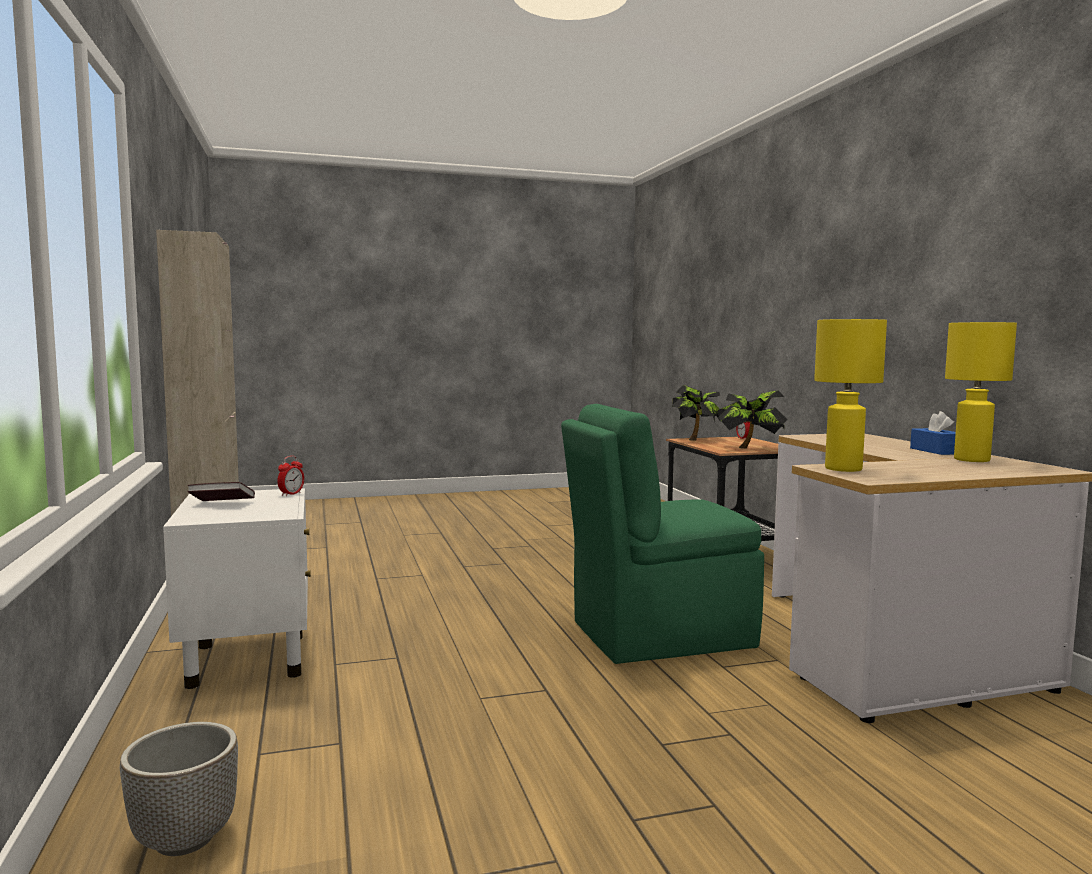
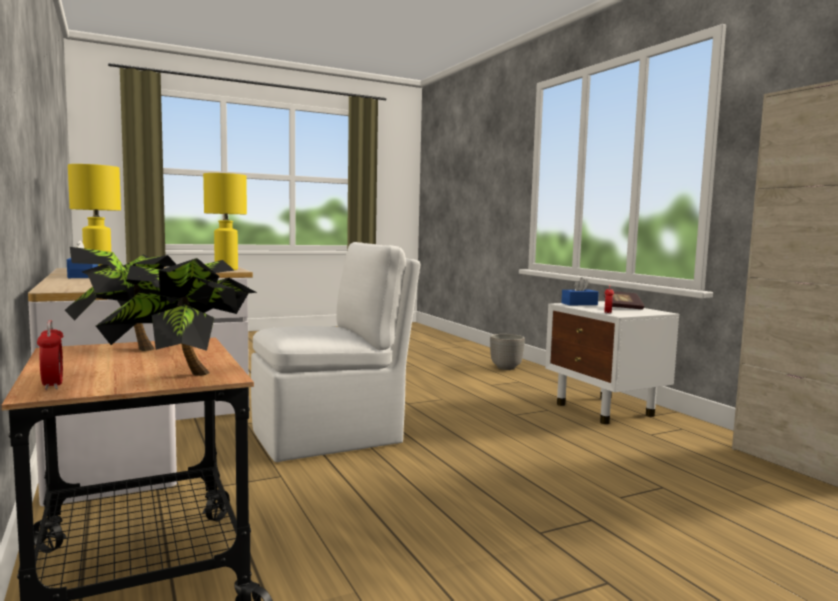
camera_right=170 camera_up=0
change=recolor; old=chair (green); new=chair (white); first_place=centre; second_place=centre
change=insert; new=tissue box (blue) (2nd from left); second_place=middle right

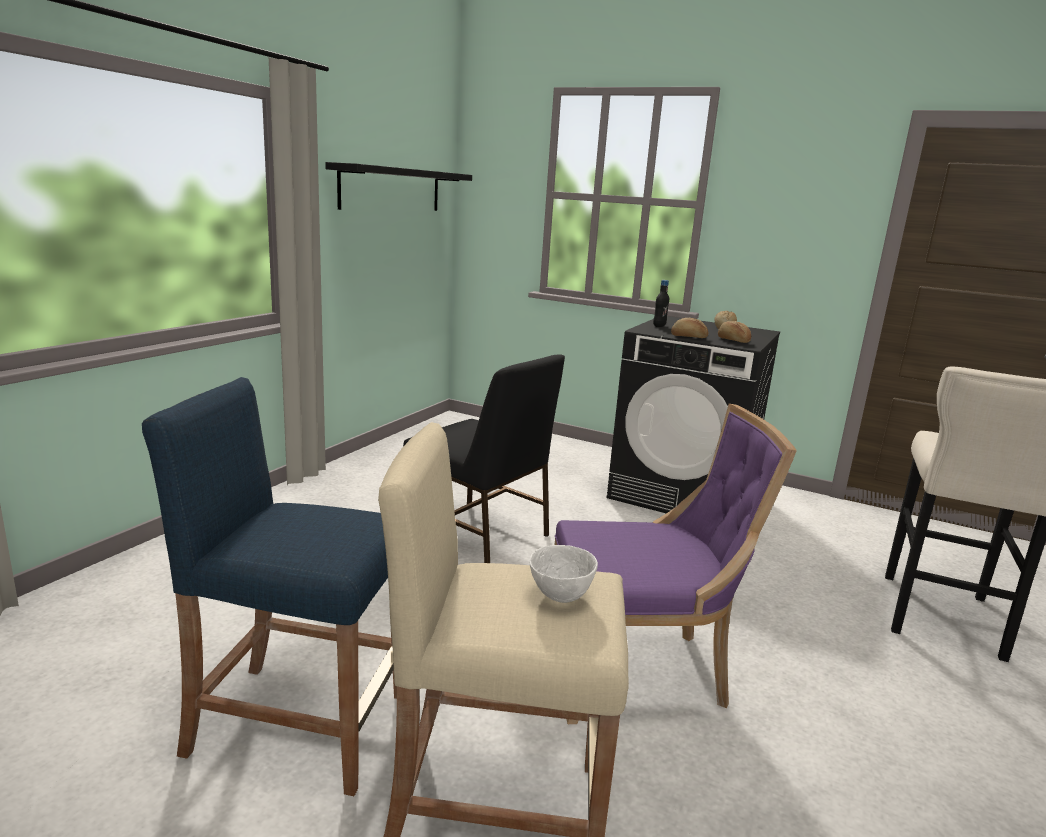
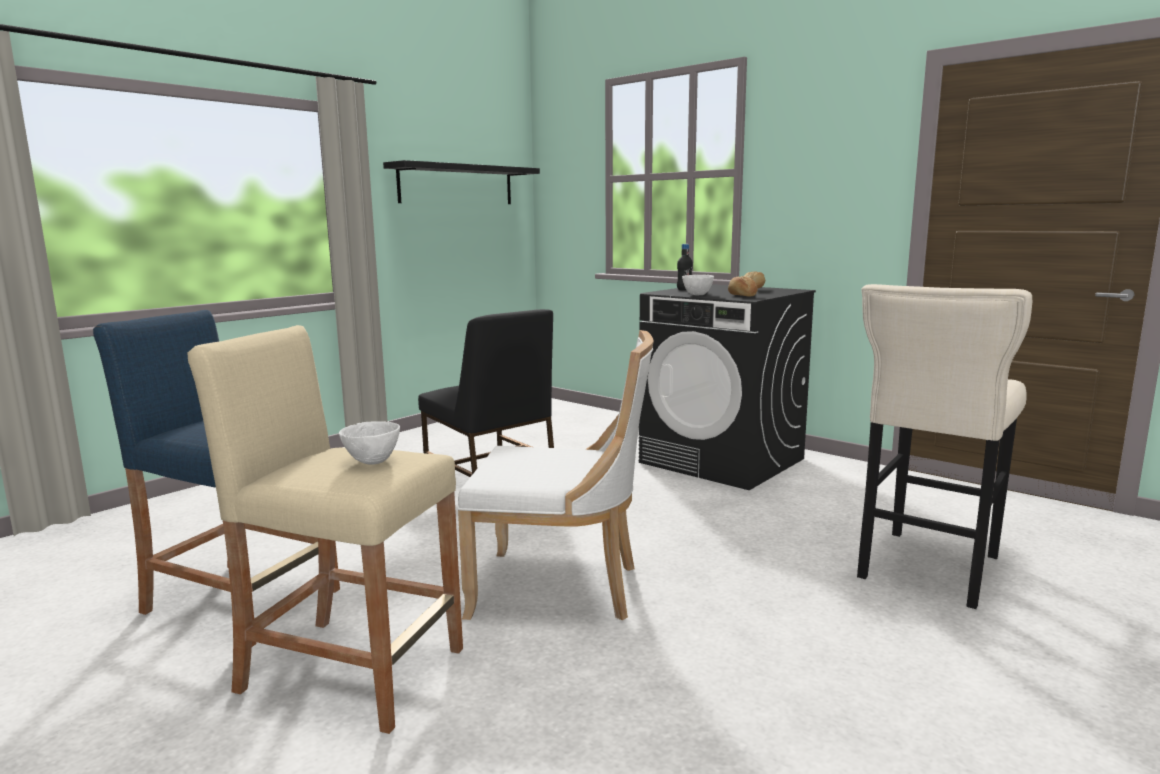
camera_right=15 camera_up=-5
change=replace; old=bread (1st from left); new=bowl (white) (2nd from left); first_place=centre; second_place=centre
change=recolor; old=chair (purple); new=chair (white); first_place=bottom centre; second_place=centre

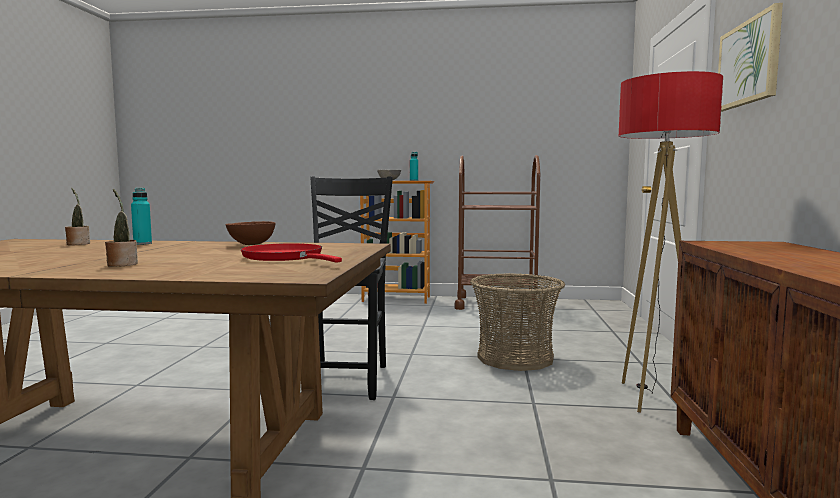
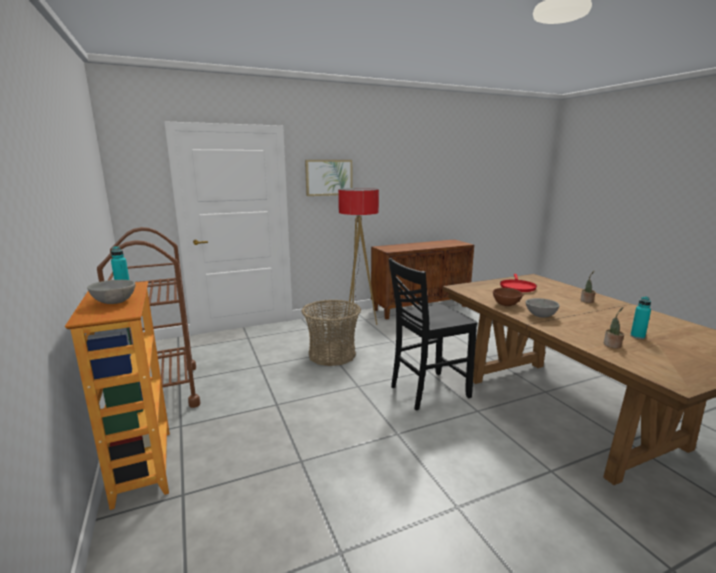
camera_right=-120 camera_up=10
change=move; old=bottle (turquoise) (1st from left in the first image); new=bottle (turquoise) (2nd from left); first_place=middle left; second_place=middle right
change=insert; new=bowl (grey) (2nd from left); second_place=middle right

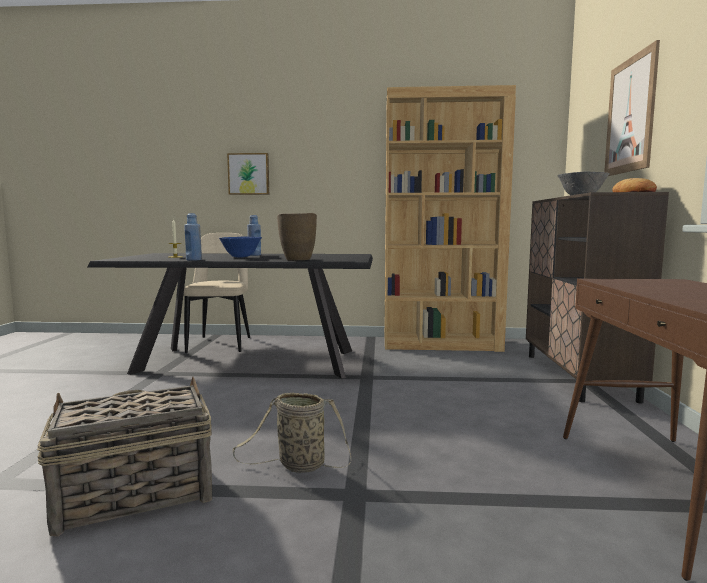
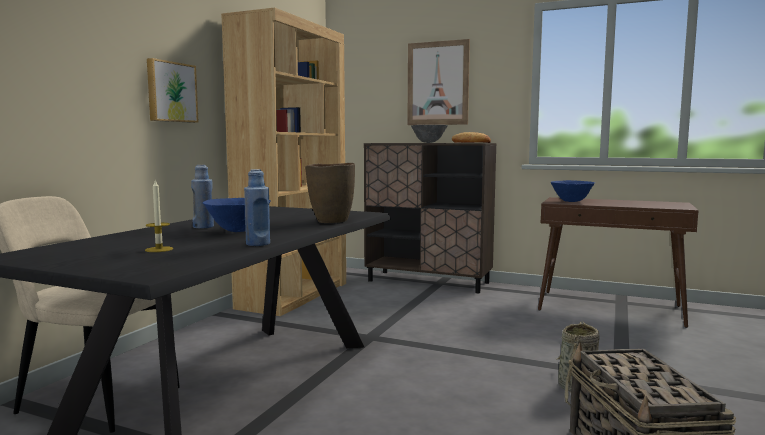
camera_right=-70 camera_up=0
change=move; old=picture (1st from left); first_place=top centre; second_place=top left
change=insert; new=bowl (blue) (2nd from left); second_place=middle right

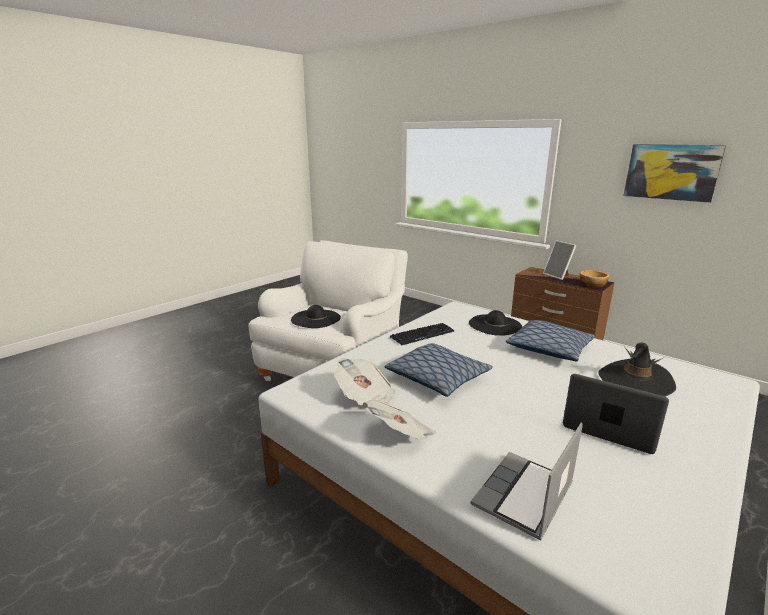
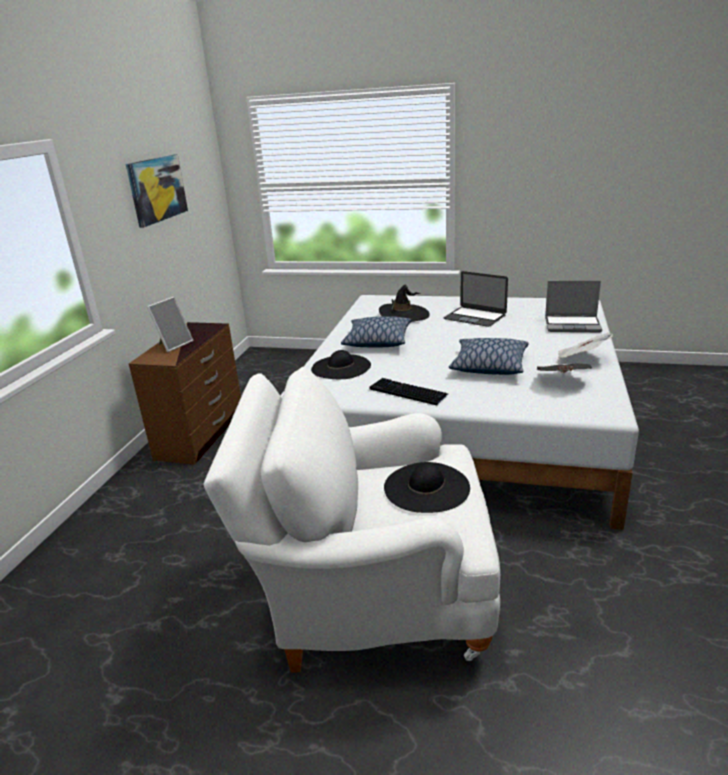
camera_right=-115 camera_up=5
change=delete; old=bowl; first_place=middle right
change=rotate; old=laptop (2nd from left in the first image); first_place=bottom right; second_place=centre; degrees=-60

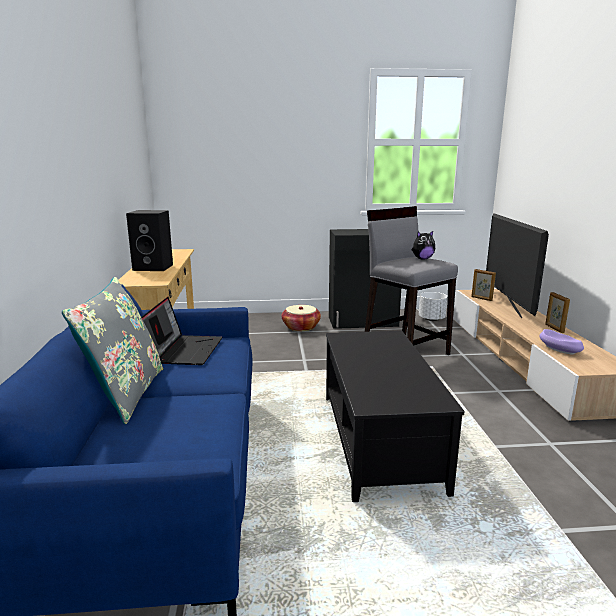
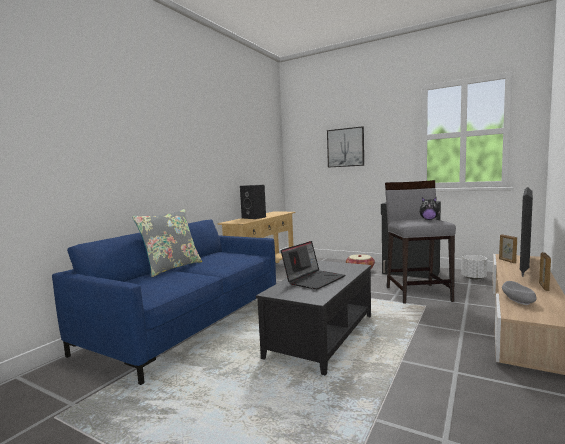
camera_right=35 camera_up=-10
change=move; old=laptop; first_place=middle left; second_place=centre
change=recolor; old=bowl (purple); new=bowl (grey); first_place=middle right; second_place=middle right
change=insert; new=picture; second_place=top centre

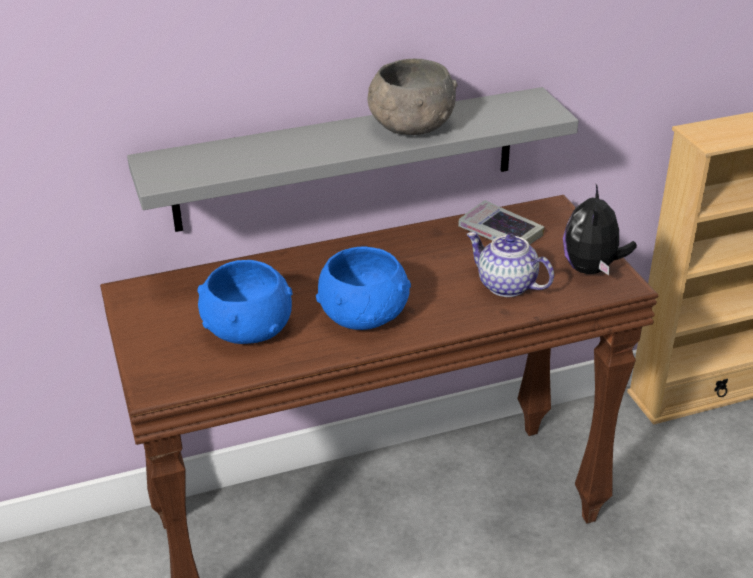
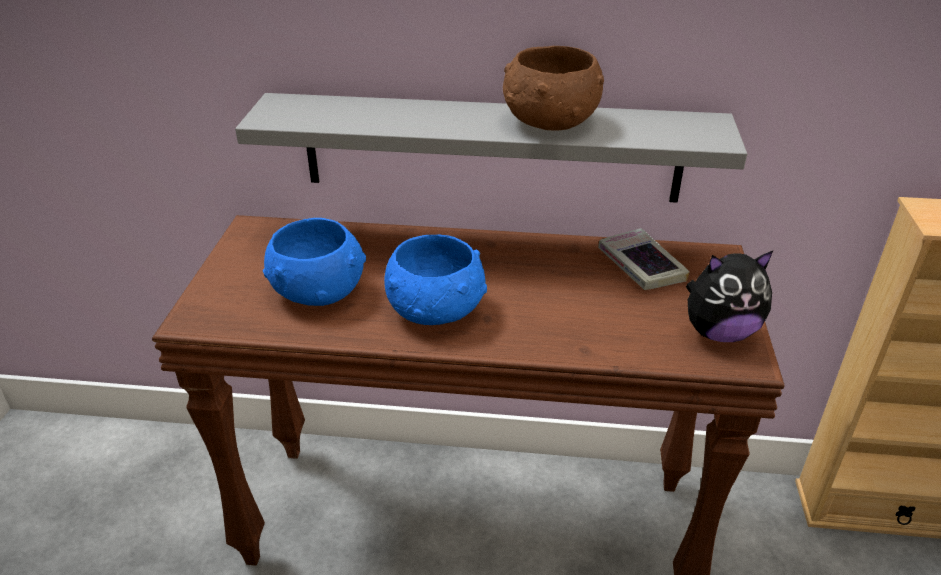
camera_right=25 camera_up=0
change=recolor; old=bowl (grey); new=bowl (brown); first_place=top centre; second_place=top centre
change=rotate; old=plush toy; first_place=middle right; second_place=middle right; degrees=-135
change=delete; old=teapot; first_place=middle right

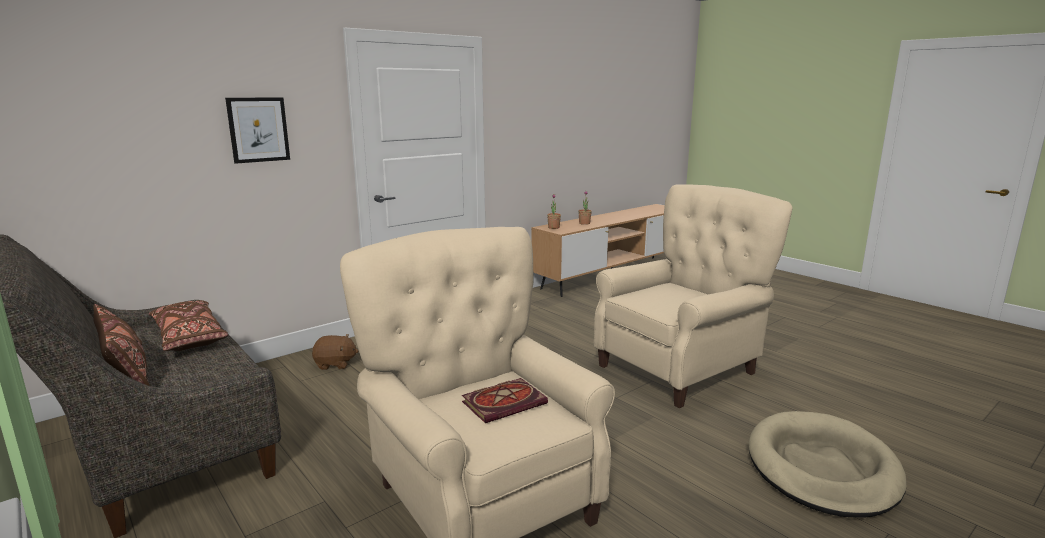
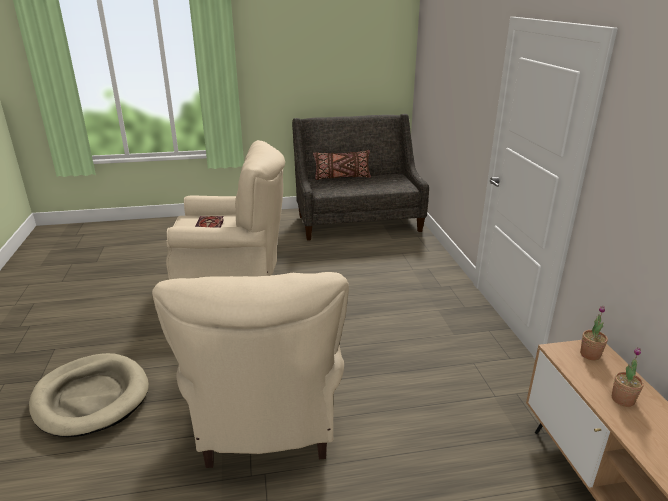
camera_right=120 camera_up=10
change=delete; old=picture; first_place=top left
change=delete; old=pillow (brown) (2nd from left); first_place=middle left
change=delete; old=plush toy (brown); first_place=middle left

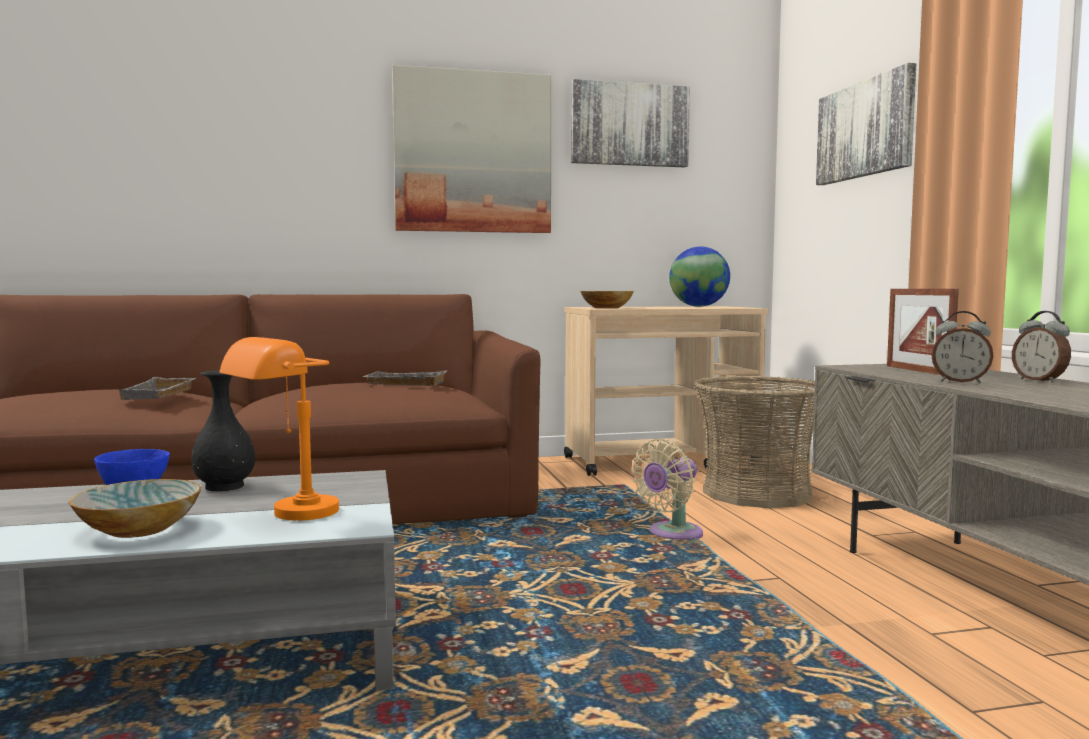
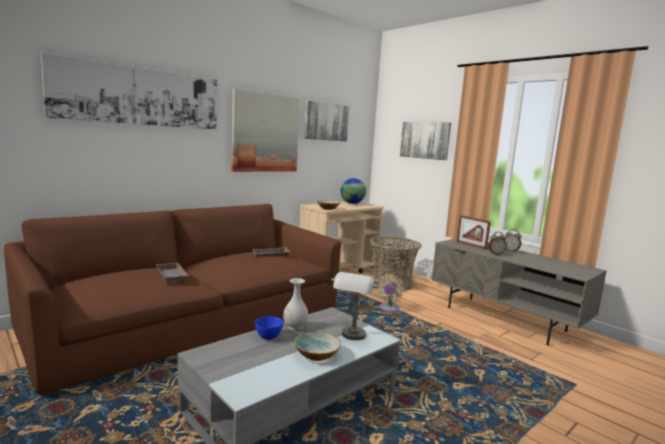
camera_right=-30 camera_up=5
change=recolor; old=table lamp (orange); new=table lamp (grey); first_place=middle left; second_place=bottom centre
change=recolor; old=vase (black); new=vase (white); first_place=middle left; second_place=bottom centre
change=insert; new=picture (1st from left); second_place=top left

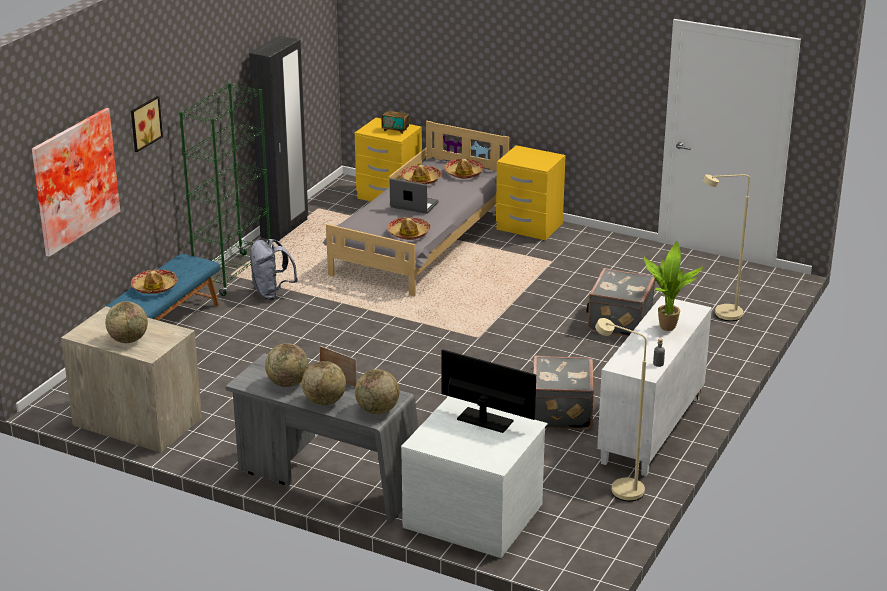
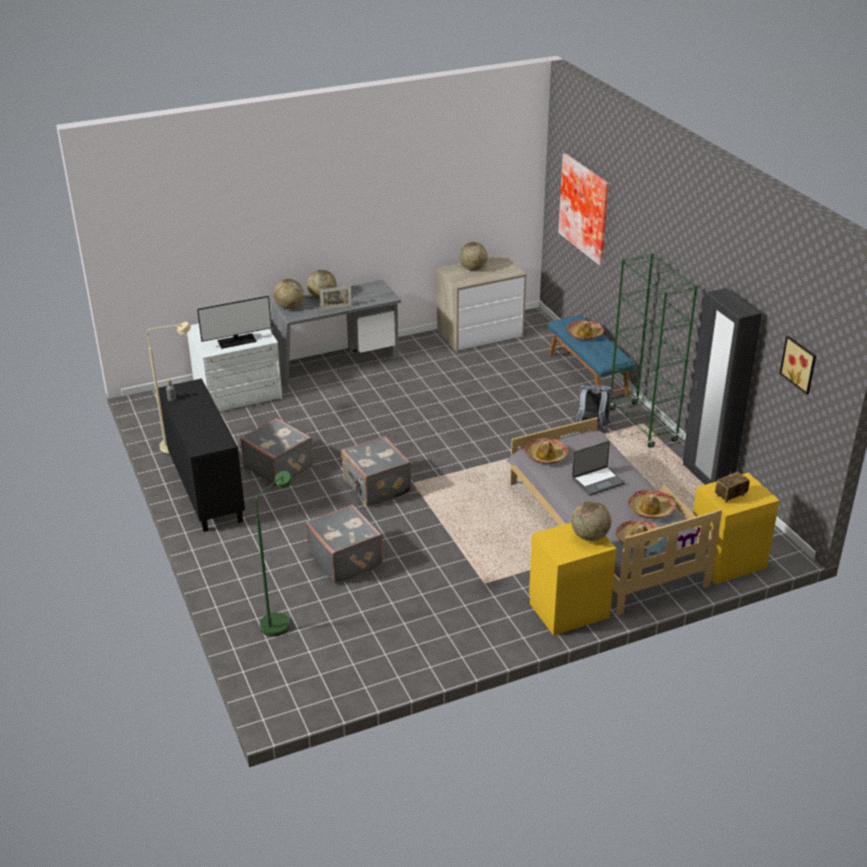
camera_right=130 camera_up=5
change=move; old=picture (2nd from left); first_place=top left; second_place=middle right
change=recolor; old=floor lamp (beige) (2nd from left); new=floor lamp (green); first_place=middle right; second_place=middle left
change=delete; old=potted plant; first_place=middle right
change=recolor; old=cabinet (white); new=cabinet (black); first_place=middle right; second_place=middle left
change=move; old=globe (2nd from left in the first image); new=globe (4th from left); first_place=middle left; second_place=middle right
change=insert; new=suitcase (grey) (3rd from left); second_place=centre

